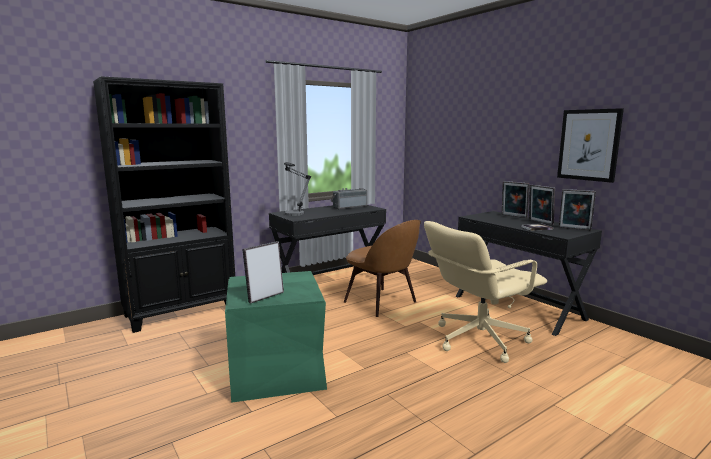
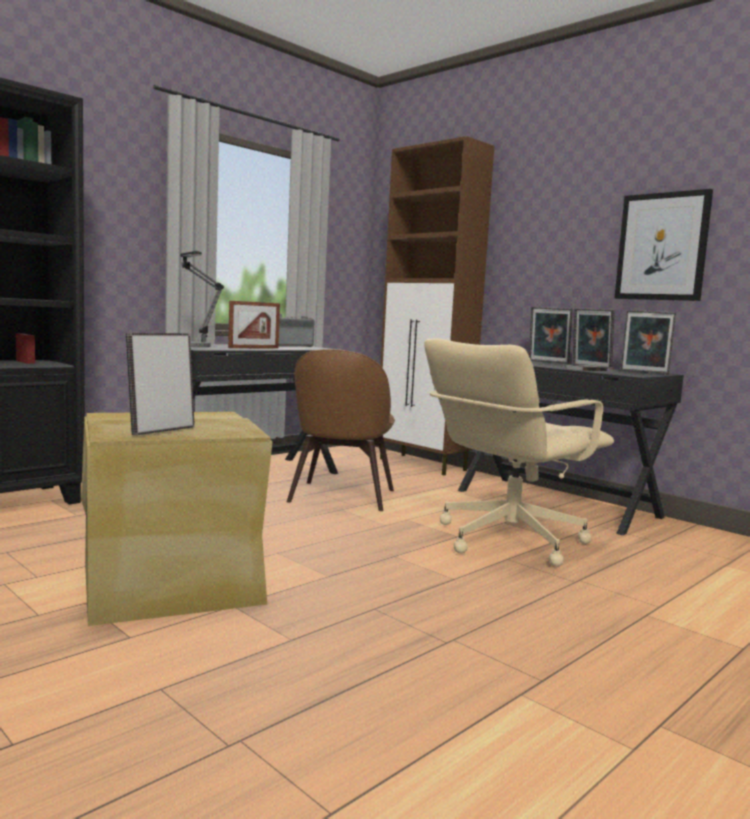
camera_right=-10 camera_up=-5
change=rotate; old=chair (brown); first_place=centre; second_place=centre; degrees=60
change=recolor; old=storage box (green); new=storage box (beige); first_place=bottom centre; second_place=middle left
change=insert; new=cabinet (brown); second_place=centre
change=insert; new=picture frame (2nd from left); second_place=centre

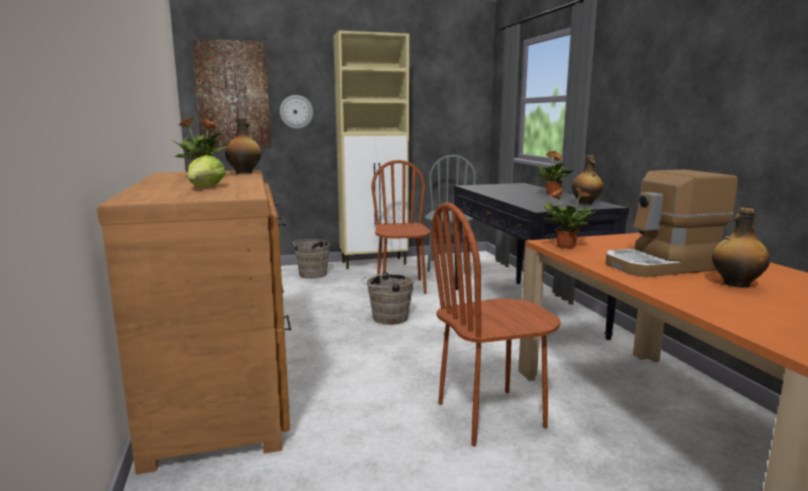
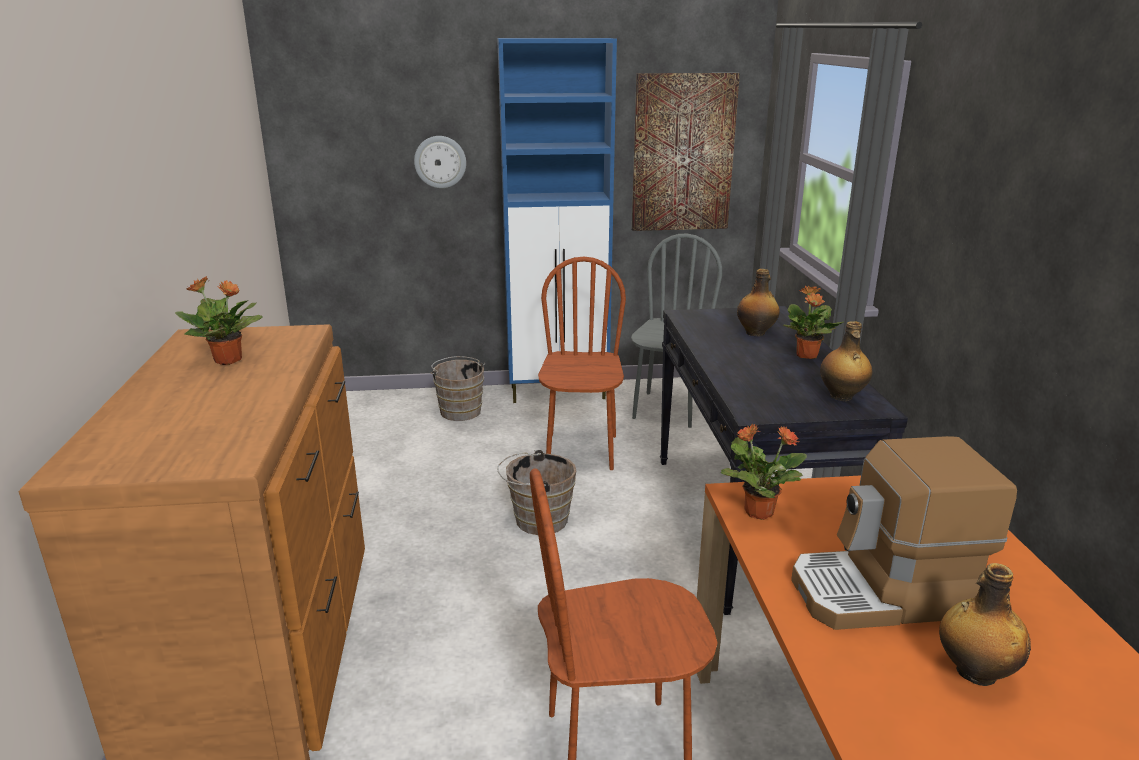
camera_right=10 camera_up=10
change=recolor; old=cabinet (beige); new=cabinet (blue); first_place=top centre; second_place=top centre
change=move; old=picture; first_place=top left; second_place=top centre
change=move; old=bottle (1st from left); first_place=top left; second_place=centre
change=delete; old=lettuce; first_place=middle left

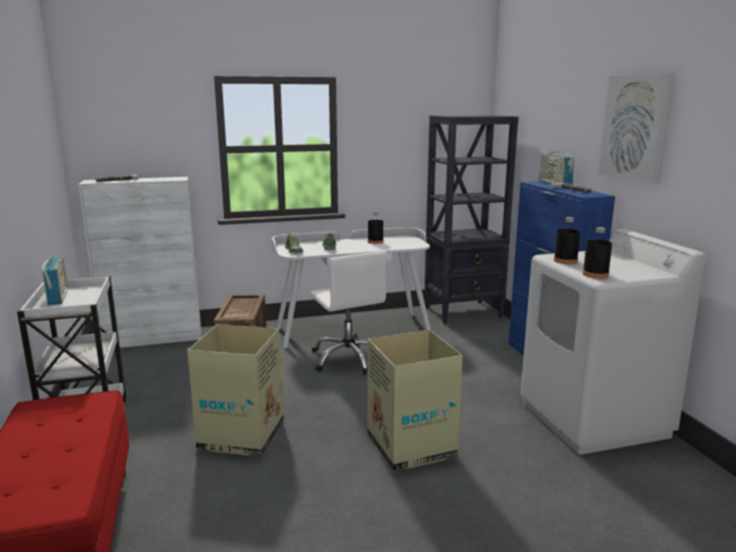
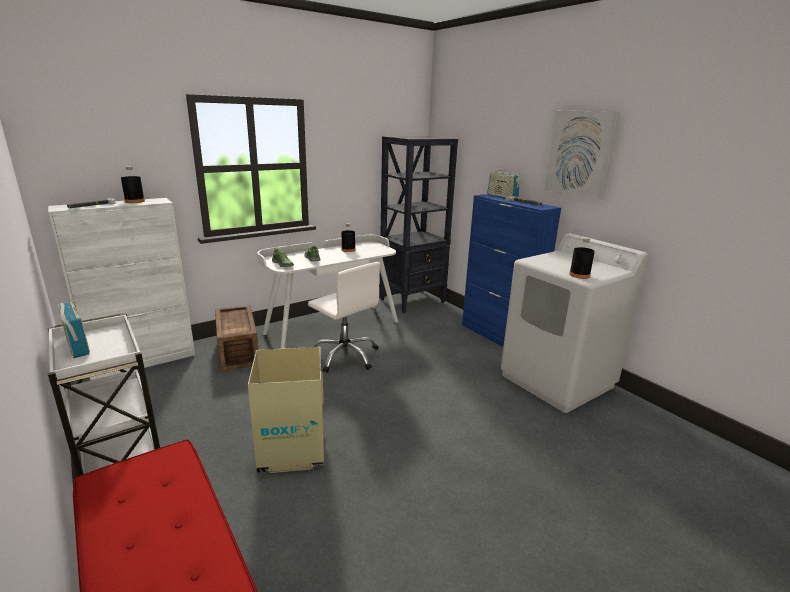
camera_right=-20 camera_up=5
change=move; old=bottle (black) (2nd from left in the first image); new=bottle (black) (1st from left); first_place=middle right; second_place=top left
change=delete; old=cardboard box (2nd from left); first_place=bottom centre

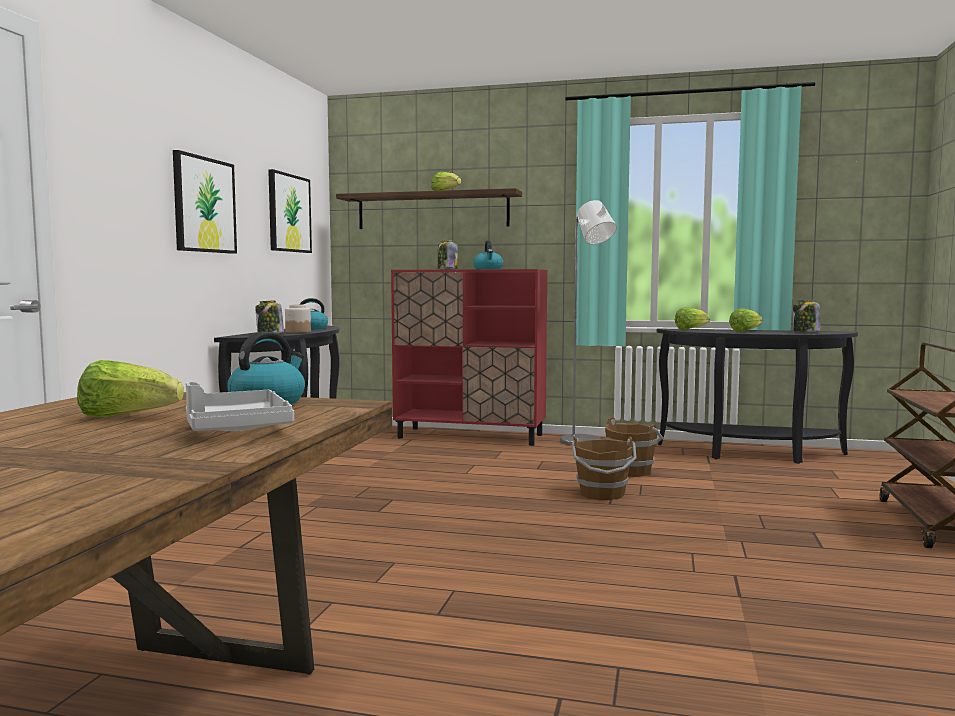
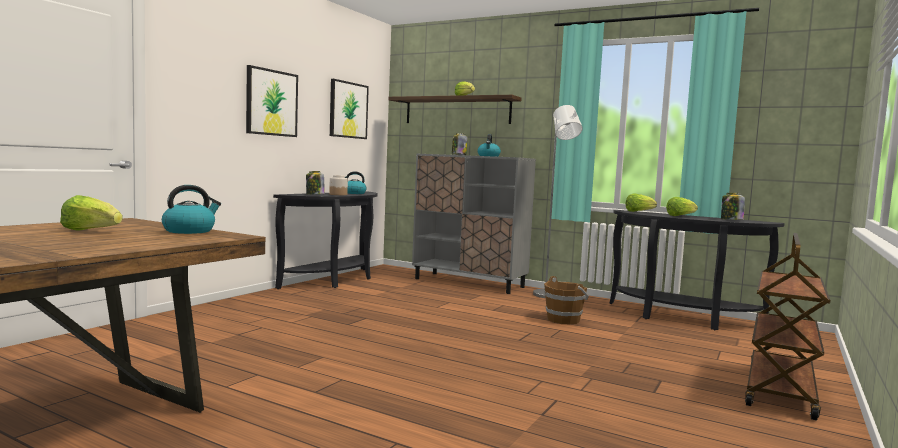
camera_right=15 camera_up=0
change=recolor; old=cabinet (red); new=cabinet (grey); first_place=centre; second_place=centre
change=delete; old=tray (grey); first_place=middle left
change=delete; old=bucket (brown) (1st from left); first_place=centre

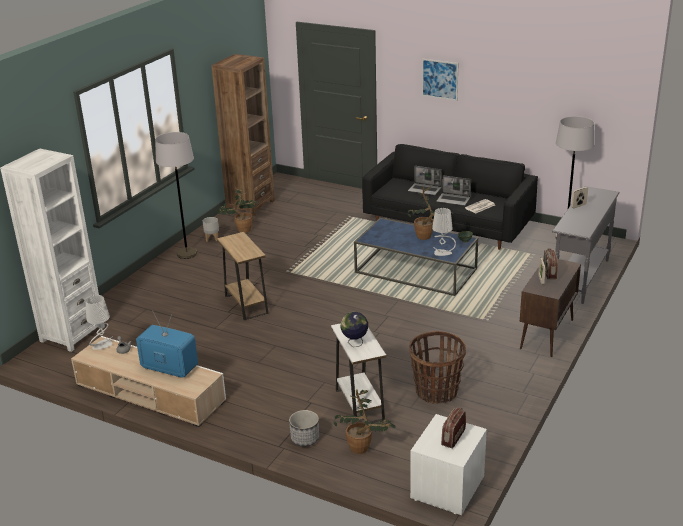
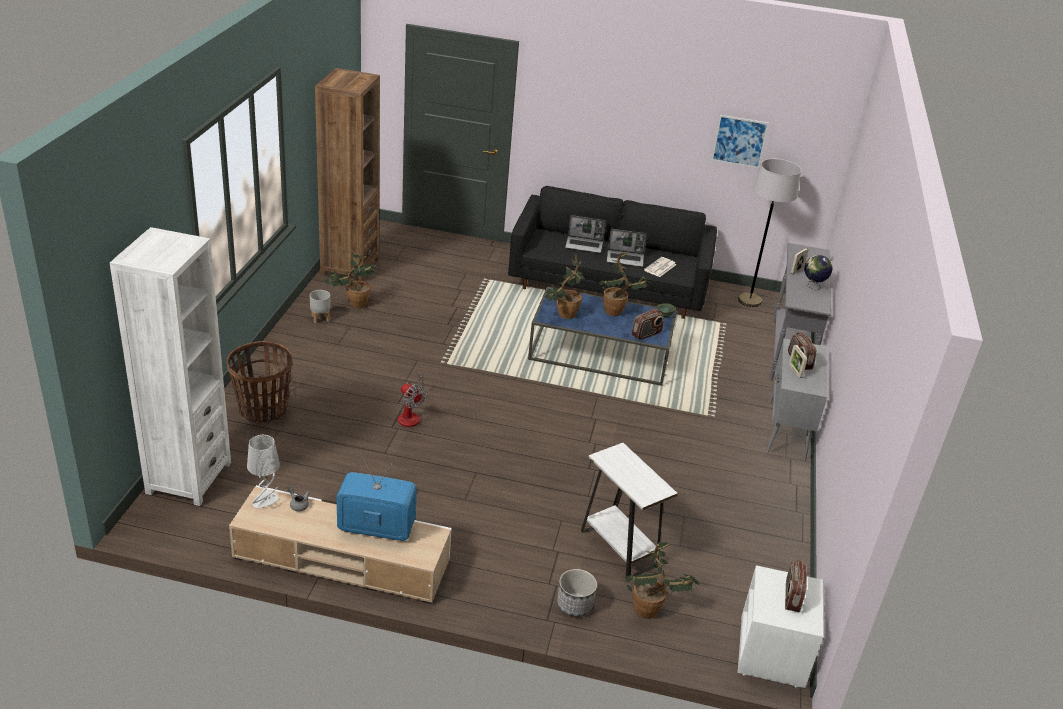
camera_right=-20 camera_up=5
change=move; old=picture; first_place=top centre; second_place=top right
change=delete; old=floor lamp (grey) (1st from left); first_place=middle left
change=replace; old=table lamp (grey) (2nd from left); new=radio (1st from left); first_place=centre; second_place=centre
change=replace; old=side table (brown); new=fan; first_place=centre; second_place=centre
change=recolor; old=cabinet (brown); new=cabinet (grey); first_place=middle right; second_place=middle right
change=move; old=globe; first_place=centre; second_place=middle right
change=move; old=basket; first_place=bottom centre; second_place=middle left
change=insert; new=potted plant (2nd from left); second_place=centre

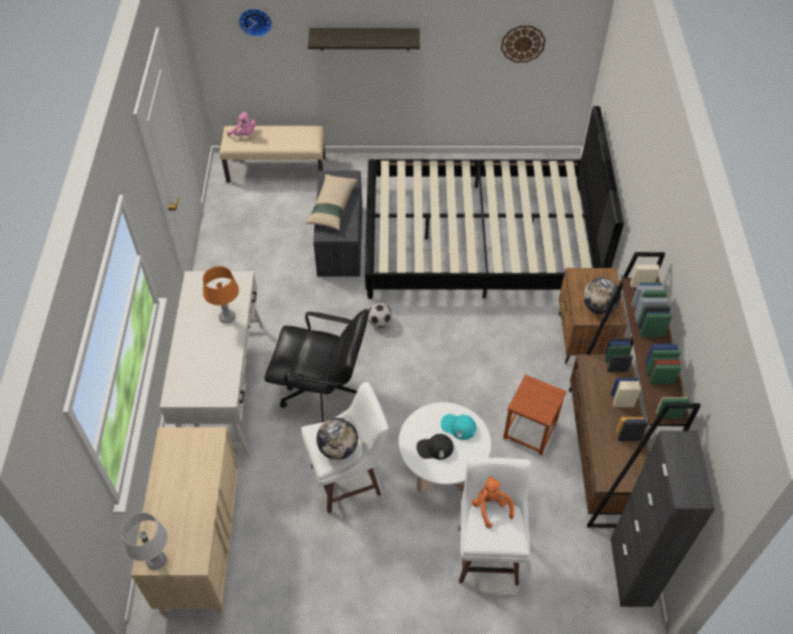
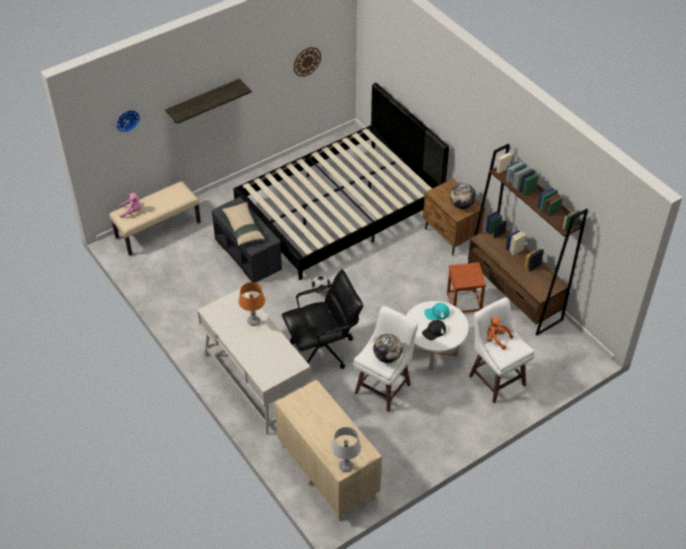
camera_right=-35 camera_up=-5
change=delete; old=cabinet (black); first_place=bottom right

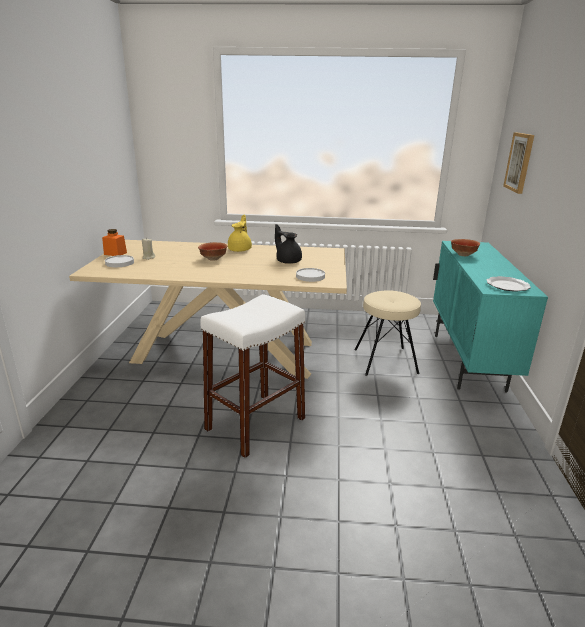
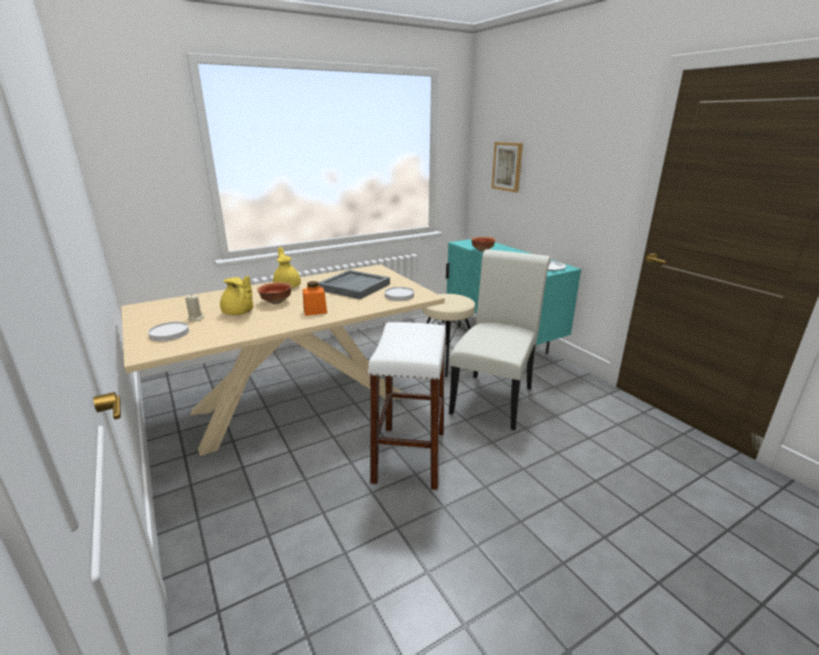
camera_right=-35 camera_up=0
change=replace; old=teapot (black); new=tray (grey); first_place=centre; second_place=centre
change=move; old=jar (orange); first_place=middle left; second_place=centre
change=insert; new=chair (white); second_place=centre
change=insert; new=teapot (yellow) (1st from left); second_place=middle left

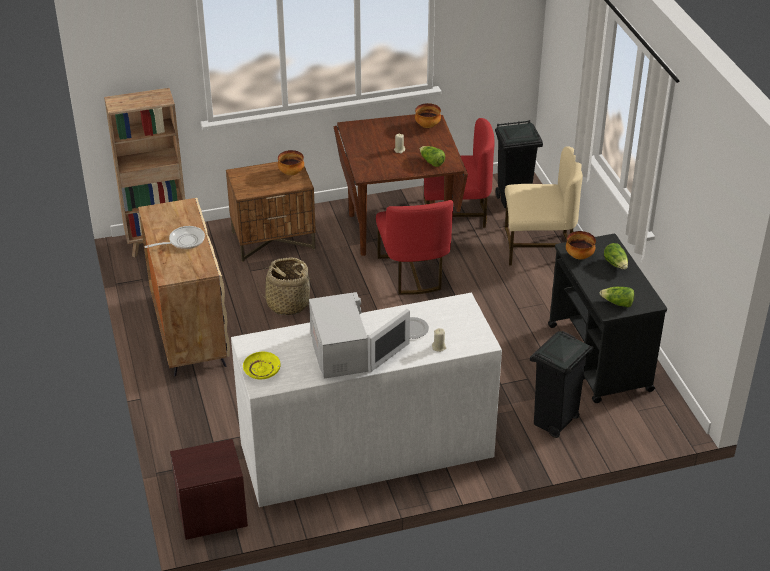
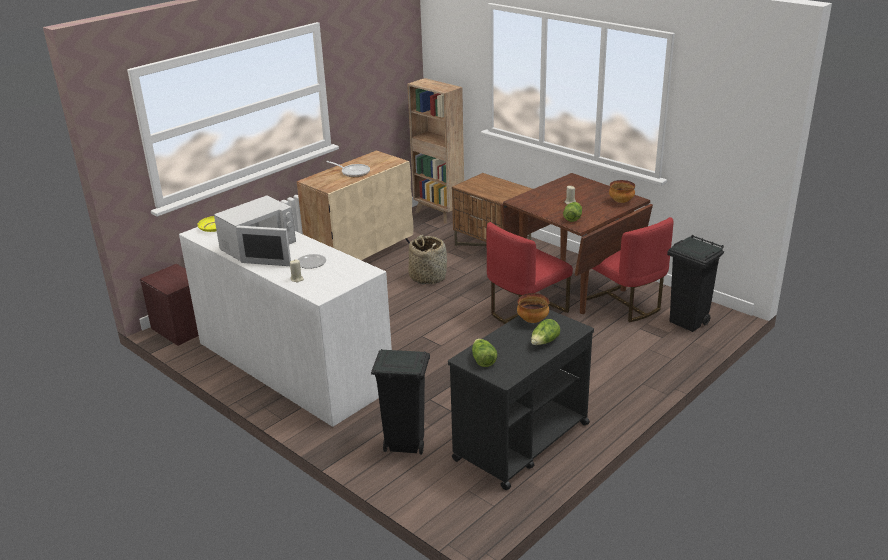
camera_right=60 camera_up=-10
change=delete; old=chair (beige); first_place=middle right
change=delete; old=bowl (1st from left); first_place=top centre

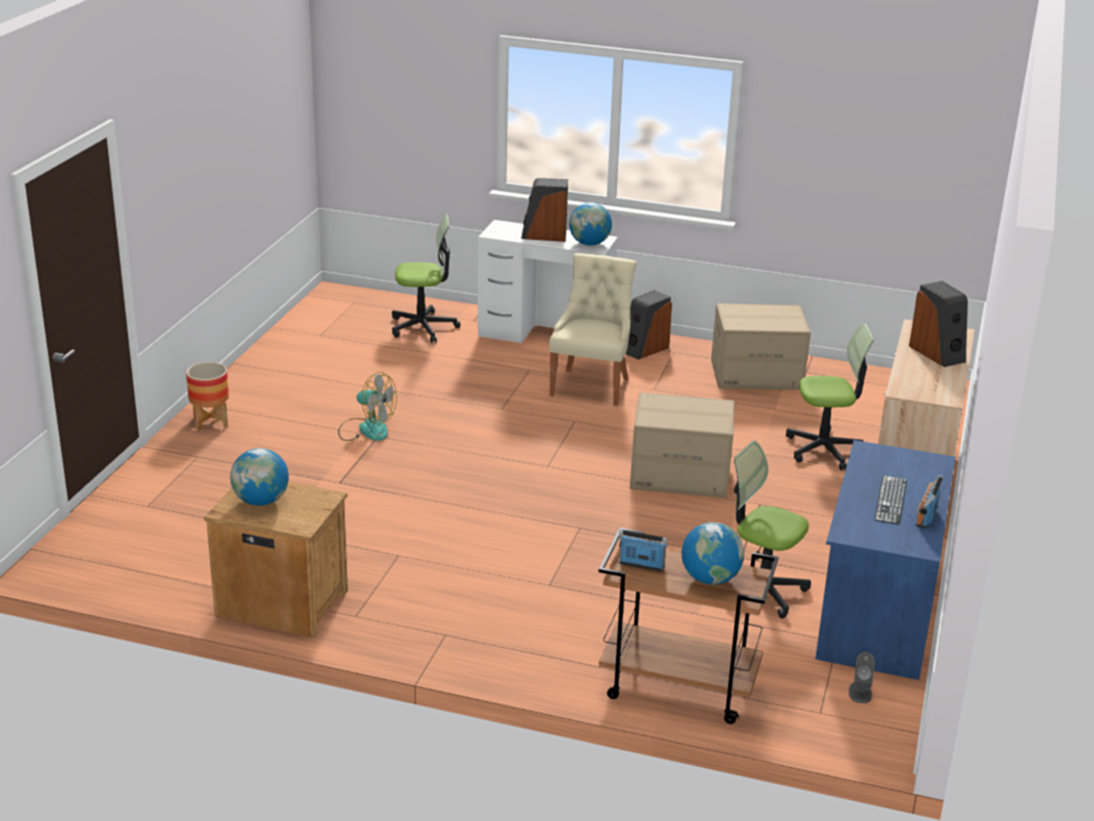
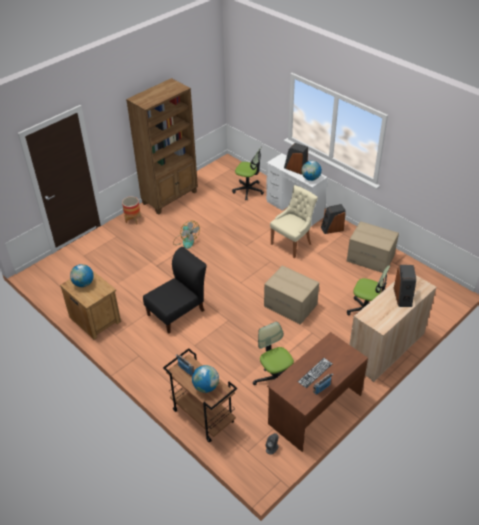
camera_right=30 camera_up=15
change=recolor; old=desk (blue); new=desk (brown); first_place=bottom right; second_place=bottom centre
change=insert; new=bookcase (brown); second_place=top centre
change=insert; new=chair (black); second_place=centre

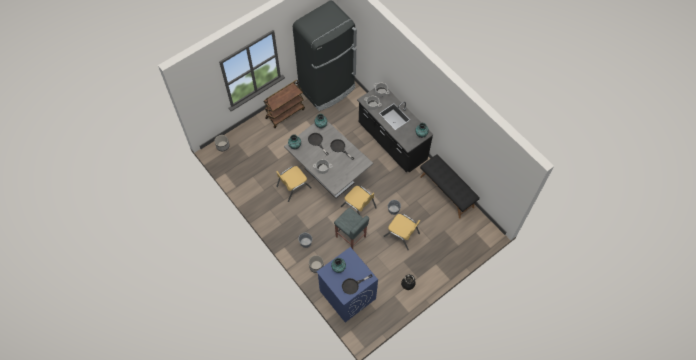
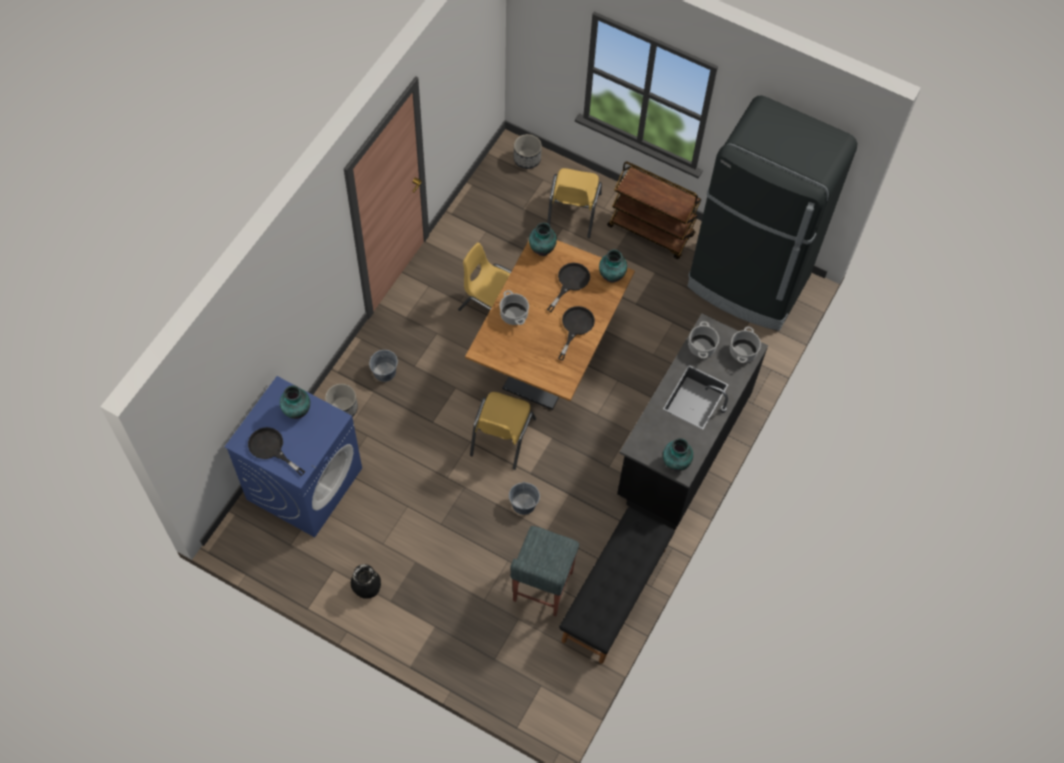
camera_right=65 camera_up=0
change=recolor; old=dining table (grey); new=dining table (brown); first_place=centre; second_place=centre
change=move; old=stool (grey); first_place=centre; second_place=bottom centre
change=move; old=chair (yellow) (3rd from left); first_place=centre; second_place=top centre

